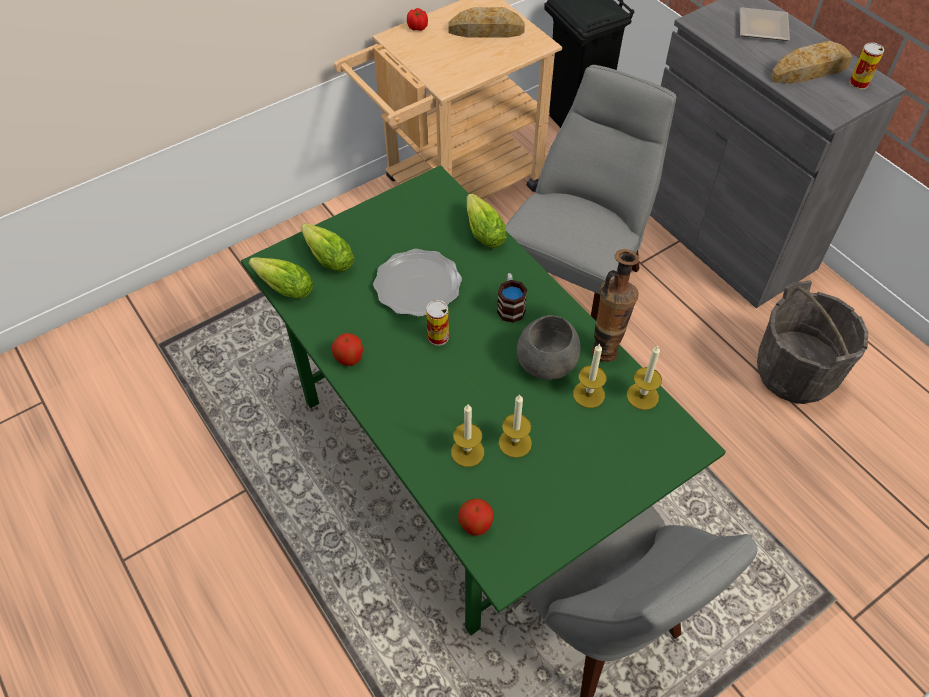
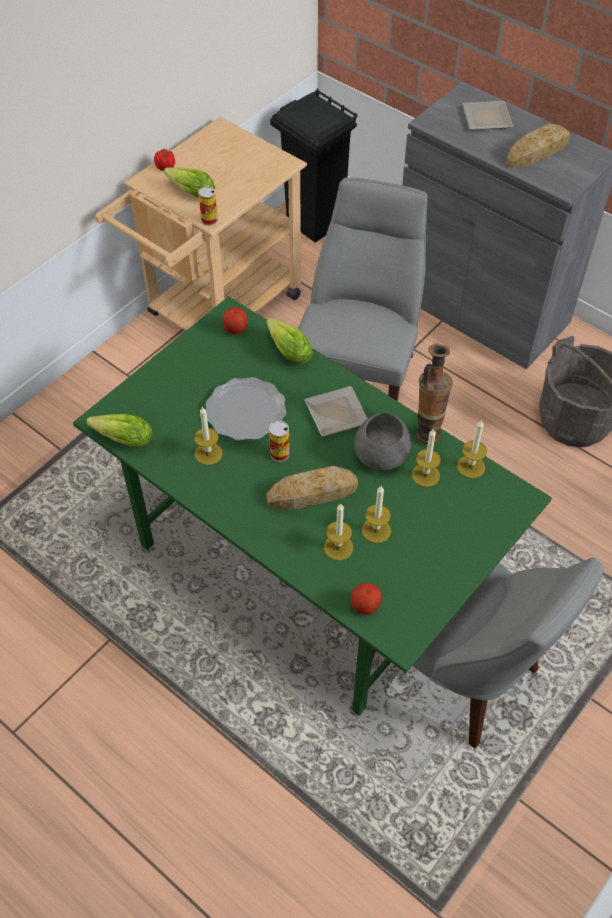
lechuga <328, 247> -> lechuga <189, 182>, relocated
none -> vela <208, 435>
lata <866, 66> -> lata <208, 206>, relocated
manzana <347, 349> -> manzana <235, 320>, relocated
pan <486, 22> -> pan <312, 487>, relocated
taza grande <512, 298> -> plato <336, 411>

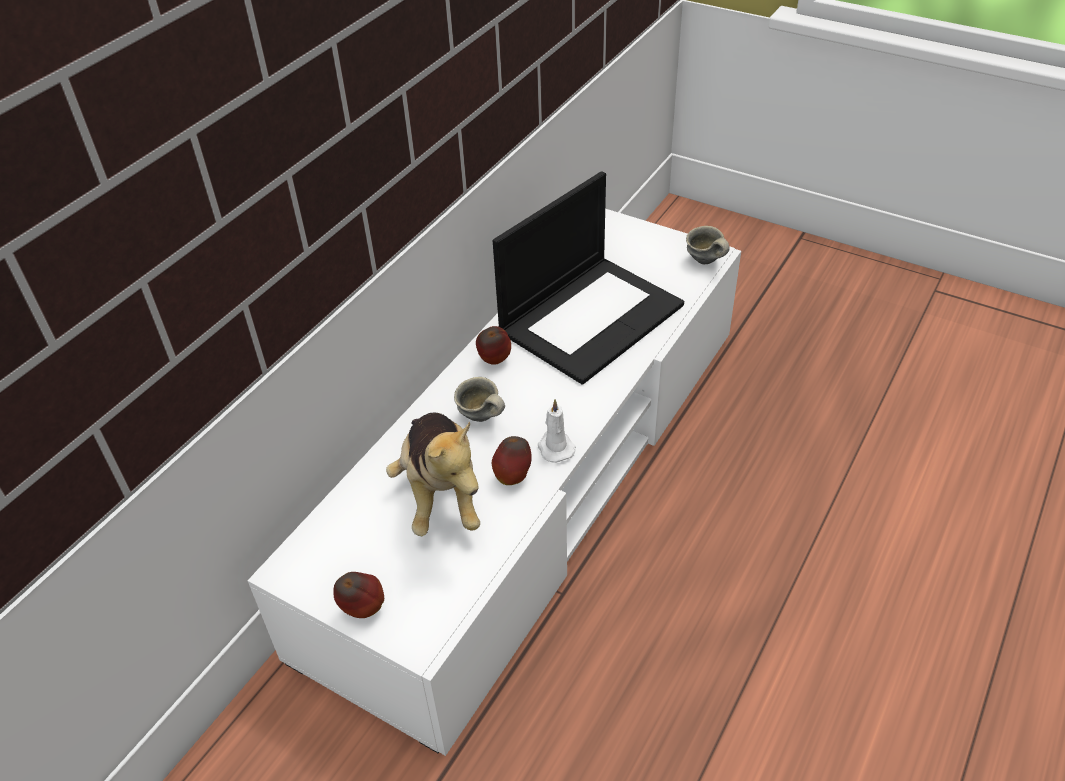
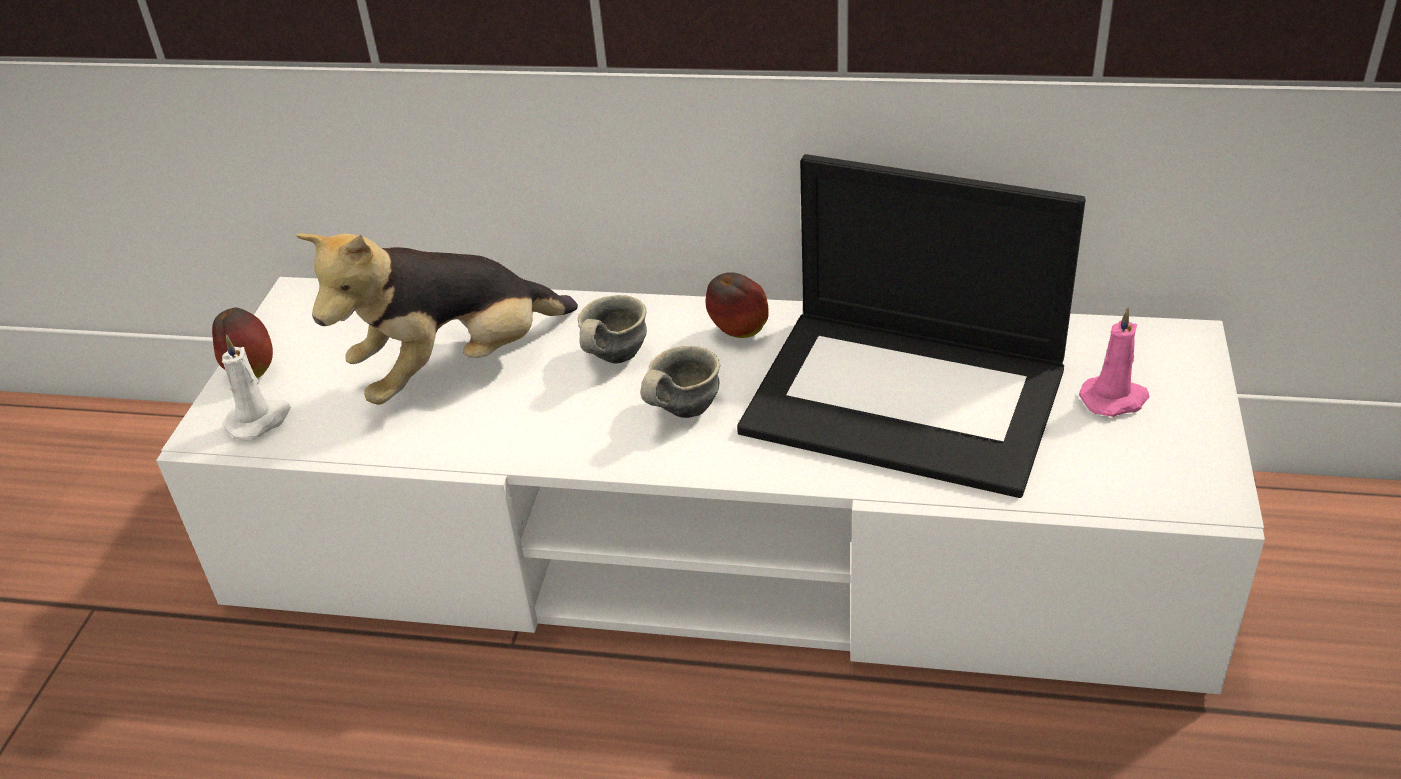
vela [blanco] <557, 431> -> vela [blanco] <256, 387>, relocated
taza grande [gris] <708, 245> -> taza grande [gris] <680, 382>, relocated
none -> vela [rosa] <1114, 362>
manzana <512, 460> -> none

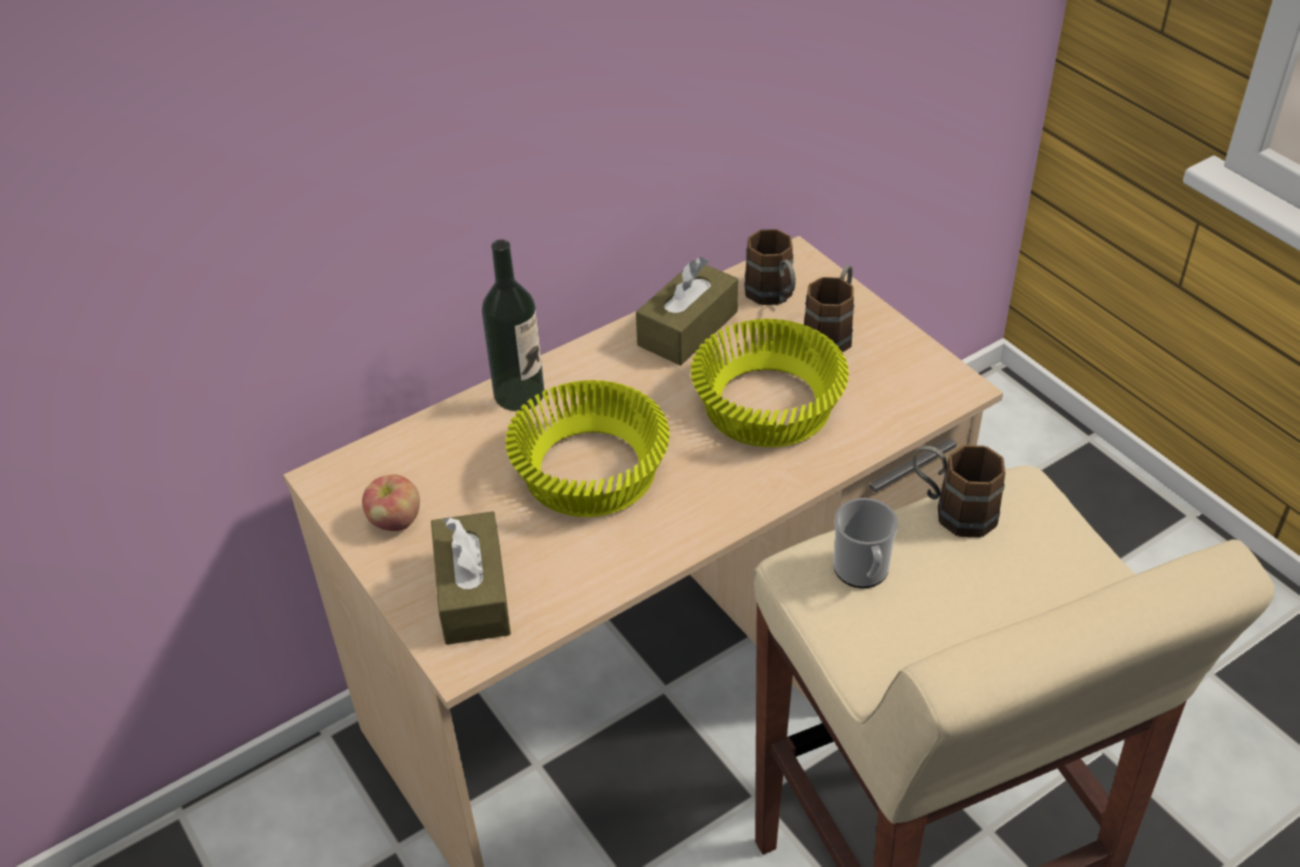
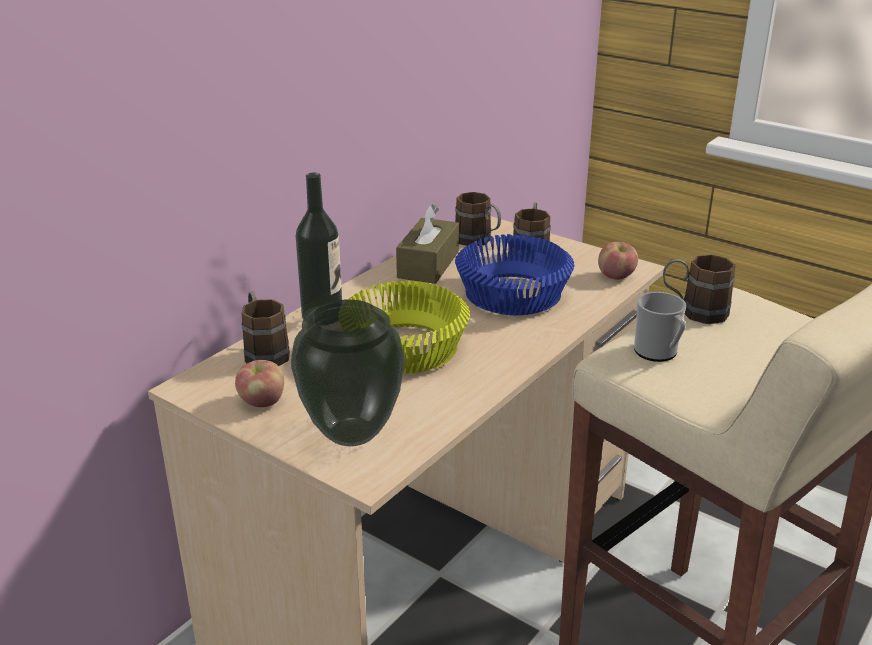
none -> taza grande [marrón] <266, 329>
caja de pañuelos [marrón] <471, 578> -> florero <348, 373>
cuenco [amarillo] <769, 383> -> cuenco [azul] <514, 274>
none -> manzana <618, 261>

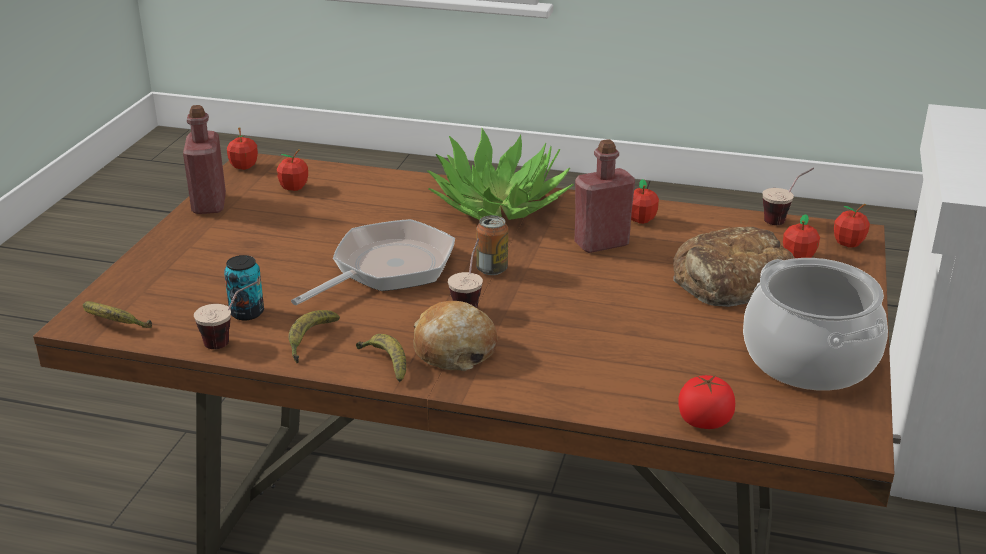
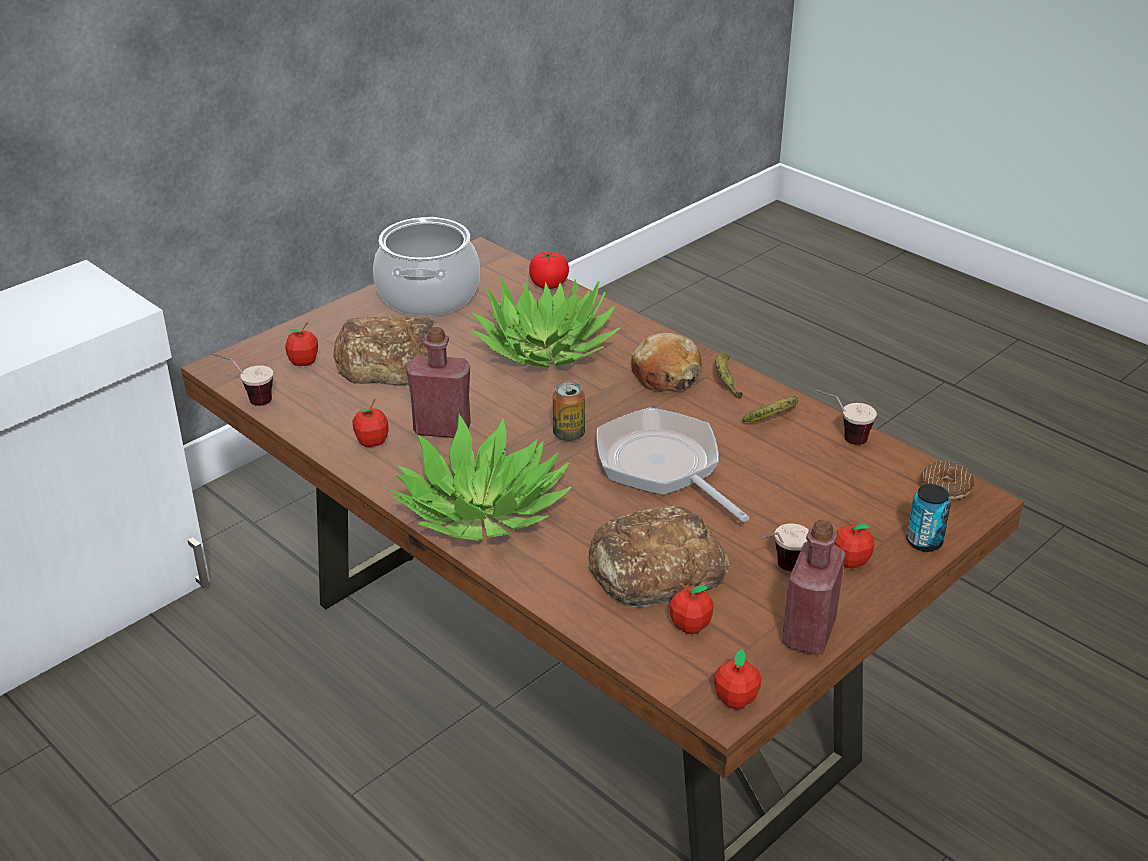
none -> planta en maceta <545, 322>
none -> pan <658, 557>
sartén <373, 262> -> sartén <672, 464>, 75 degrees clockwise
taza <465, 273> -> taza <785, 547>, relocated
manzana <852, 226> -> manzana <854, 542>, relocated
lata <244, 288> -> lata <928, 518>, relocated
plátano <117, 314> -> rosquilla <947, 480>

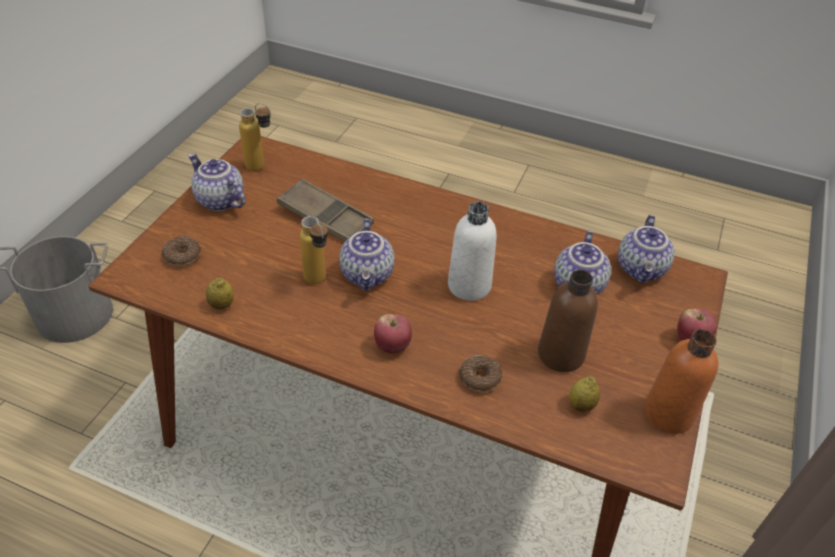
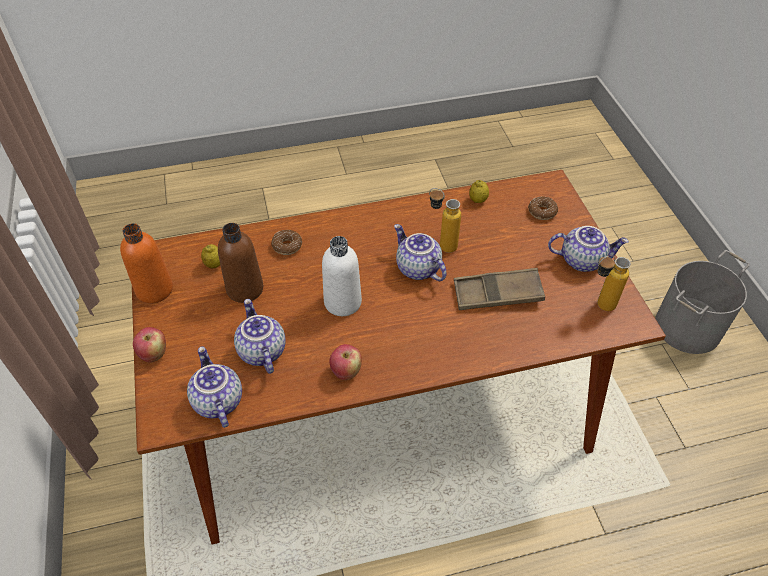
manzana <393, 334> -> manzana <345, 362>, relocated

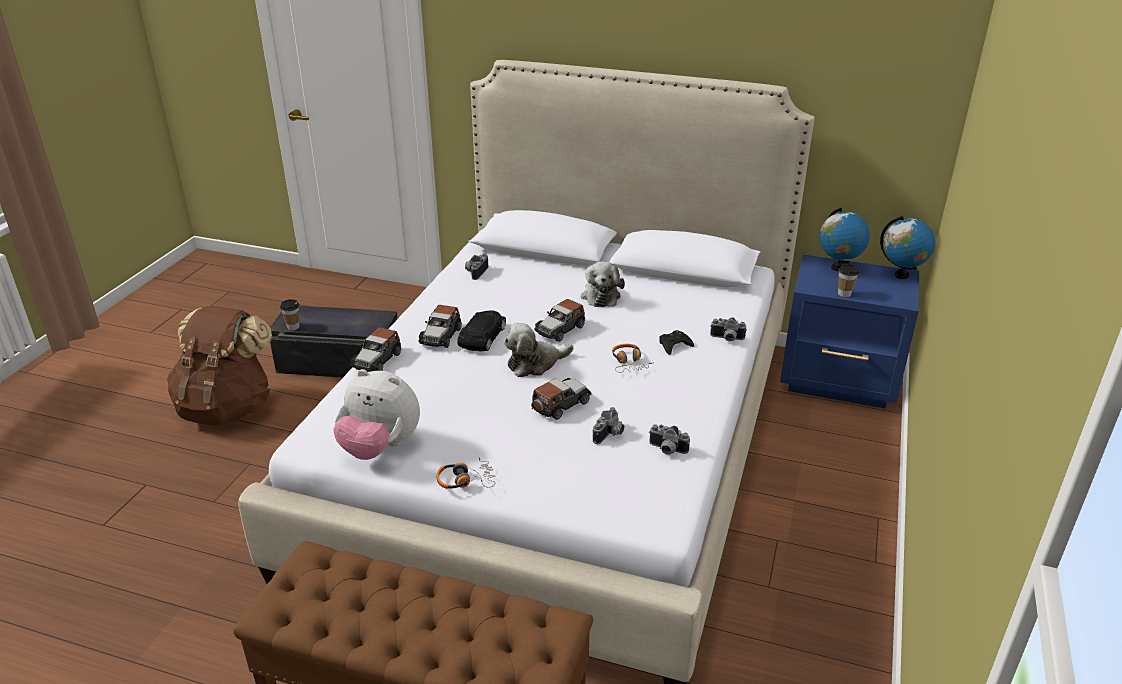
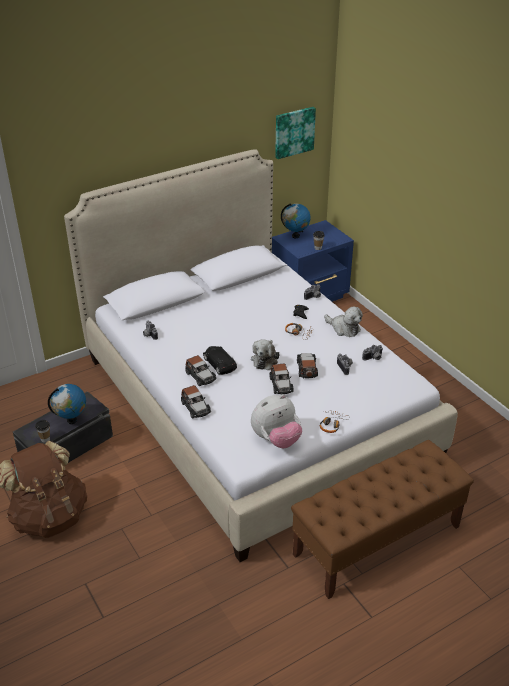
globo terráqueo <907, 247> -> globo terráqueo <67, 404>, relocated
coche de juguete <559, 320> -> coche de juguete <282, 378>, relocated
none -> cuadro <295, 133>
peluche <603, 284> -> peluche <343, 322>, relocated

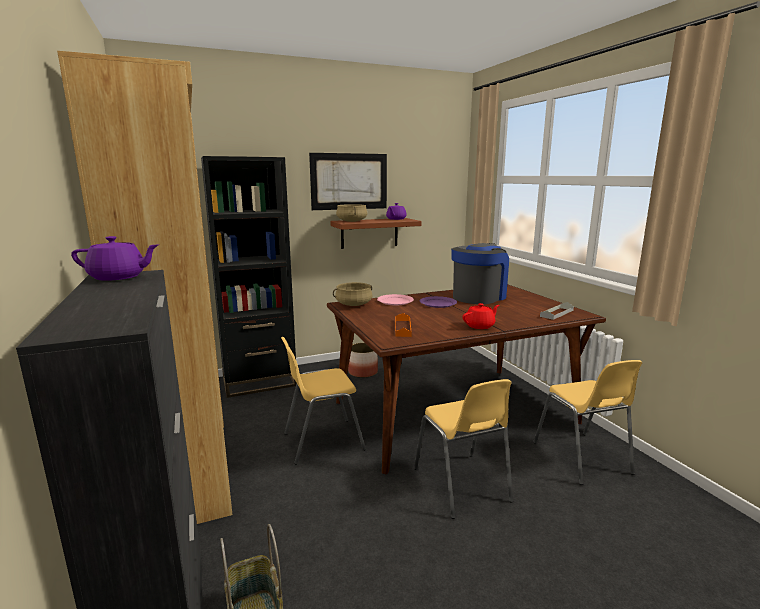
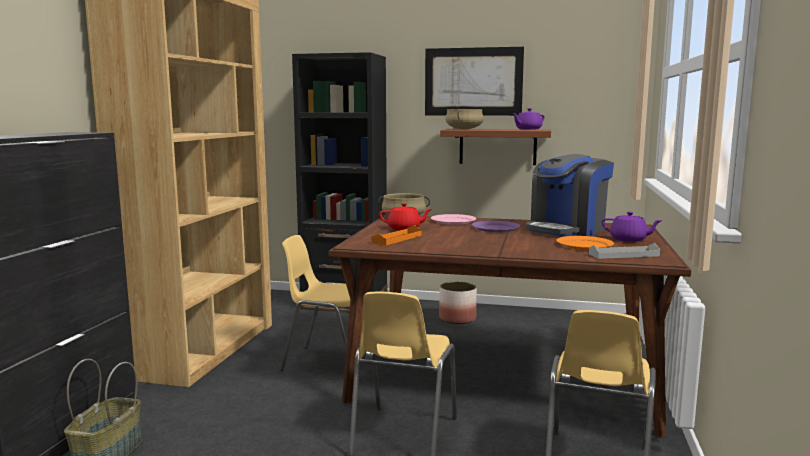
tetera [rojo] <481, 316> -> tetera [rojo] <405, 216>, relocated
cafetera <480, 273> -> cafetera <570, 195>, 150 degrees clockwise
none -> plato [naranja] <585, 243>
tetera [morado] <114, 258> -> tetera [morado] <632, 227>, relocated

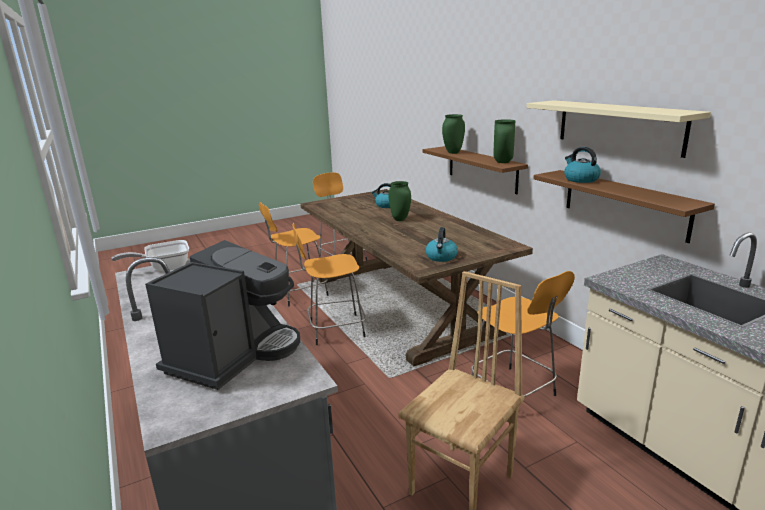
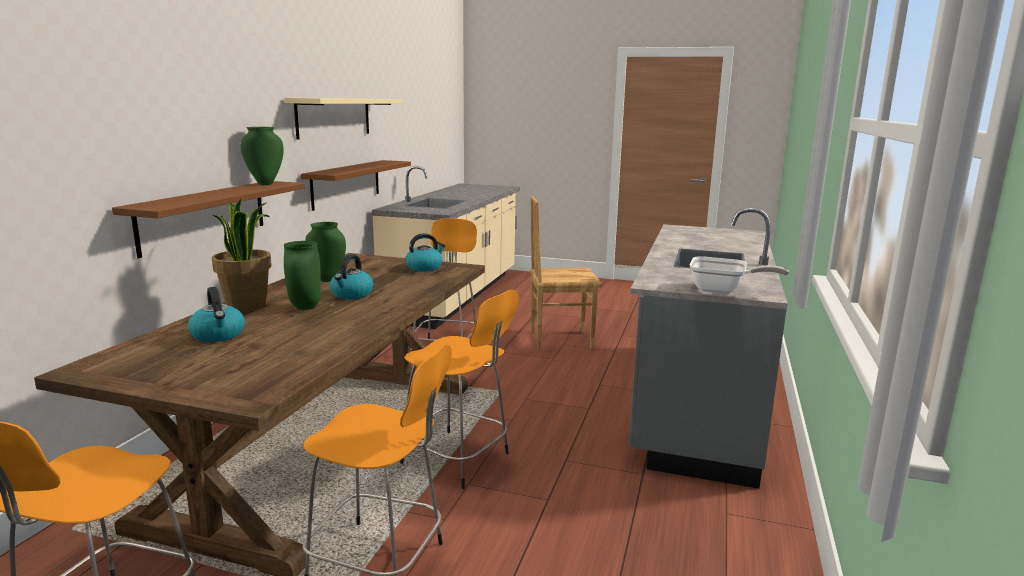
none -> planta en maceta <242, 255>
florero [verde] <453, 134> -> florero [verde] <325, 252>, relocated
hervidor <582, 165> -> hervidor <352, 276>, relocated
cafetera <222, 315> -> none

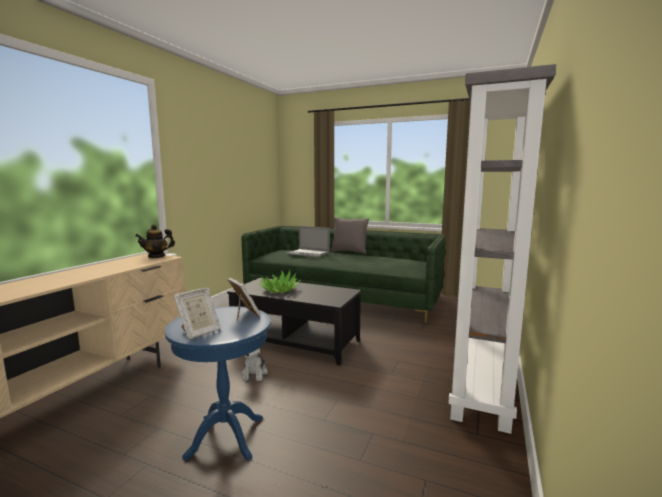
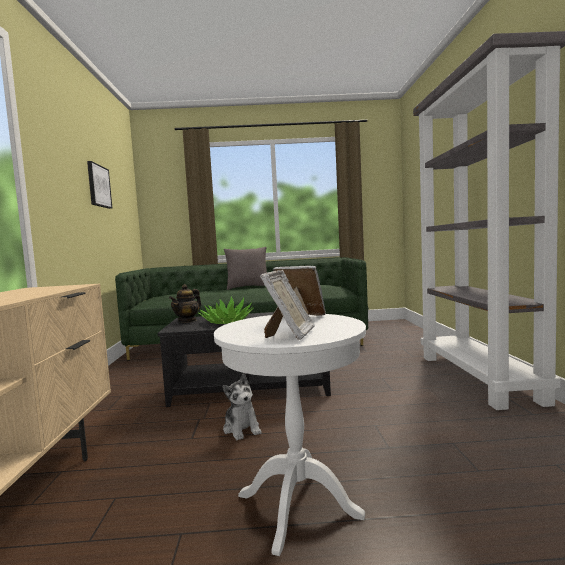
none -> cuadro <99, 185>
tetera <155, 241> -> tetera <185, 303>, relocated
mesa auxiliar [azul] <218, 383> -> mesa auxiliar [blanco] <290, 435>
portátil <308, 241> -> none

